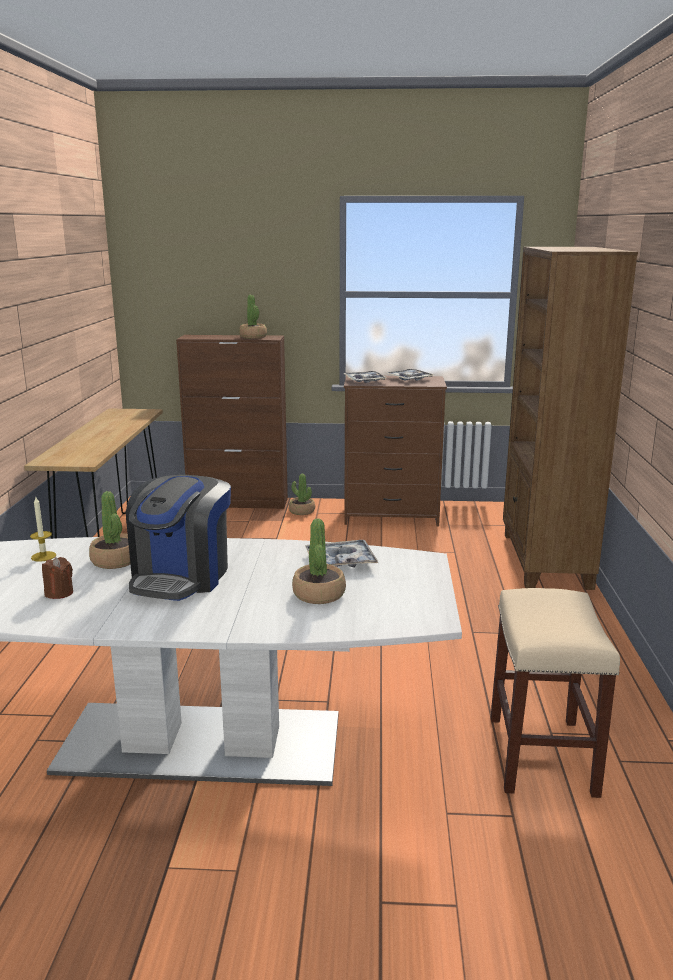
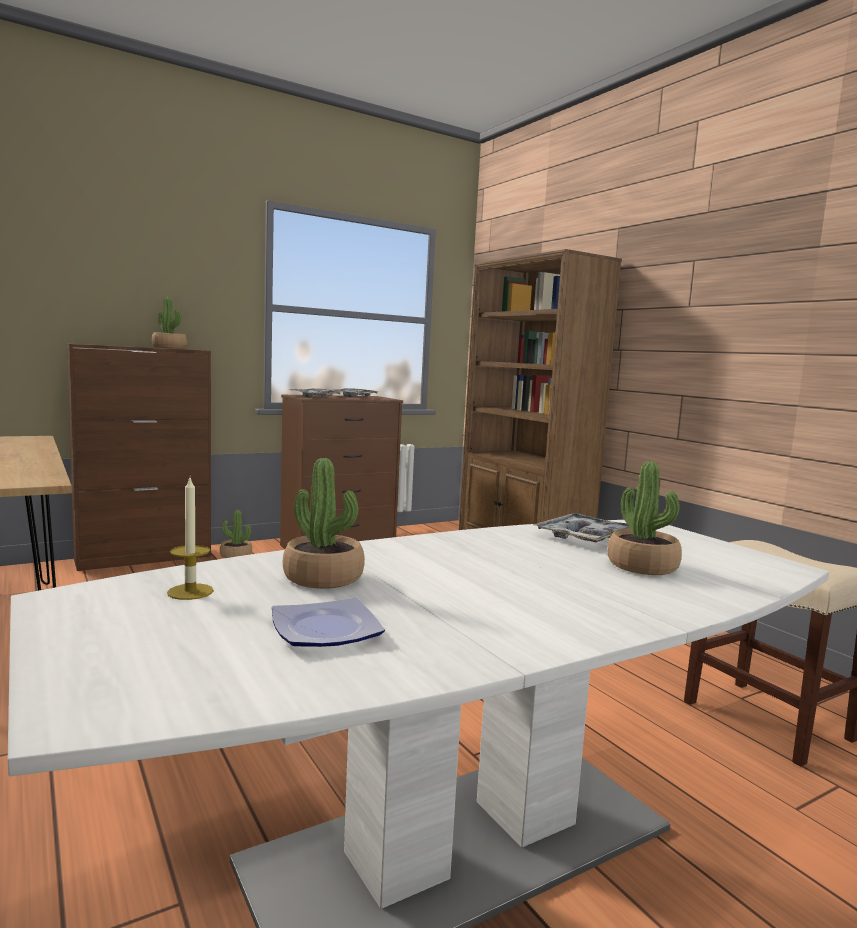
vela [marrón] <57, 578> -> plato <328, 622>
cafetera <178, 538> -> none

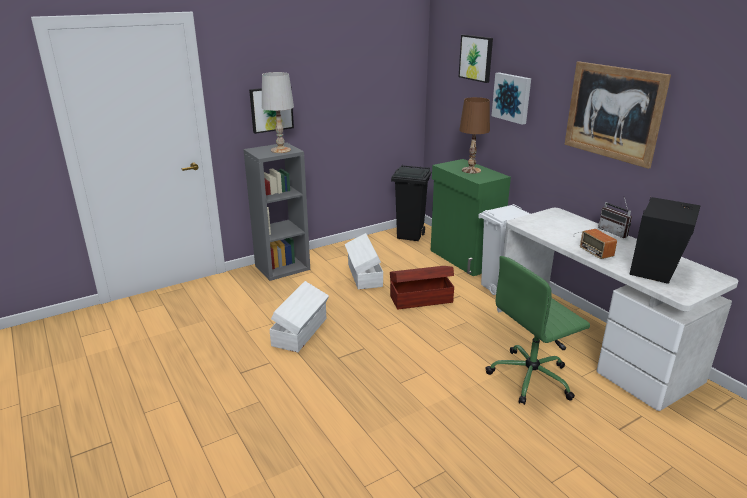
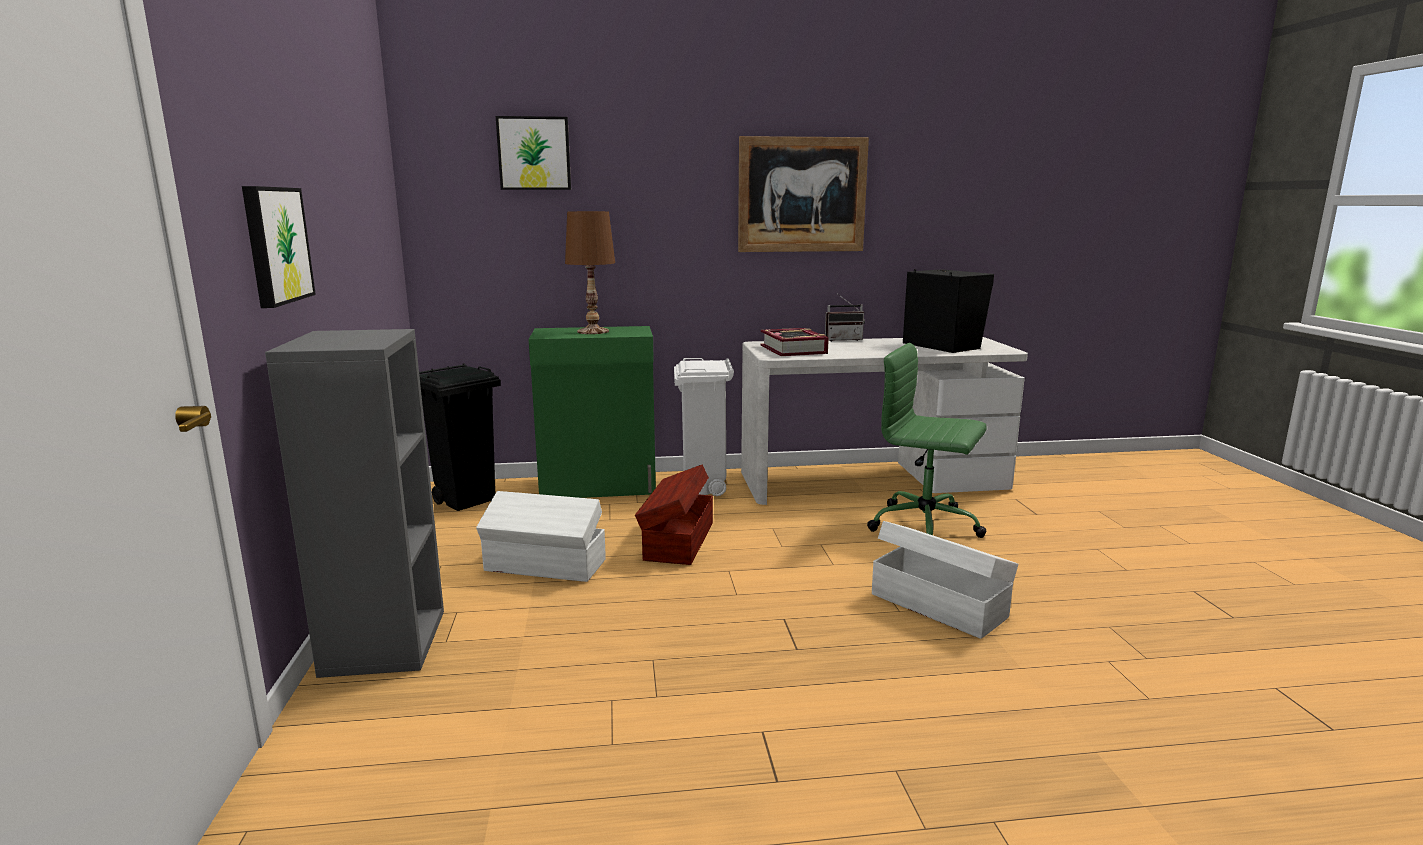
none -> libro <794, 342>
silla de oficina [verde] <537, 330> -> silla de oficina [verde] <927, 440>, 120 degrees clockwise
caja de almacenaje [blanco] <299, 316> -> caja de almacenaje [blanco] <945, 580>, relocated
lámpara de mesa [blanco] <278, 112> -> none
cuadro <511, 99> -> none
radio <595, 244> -> none

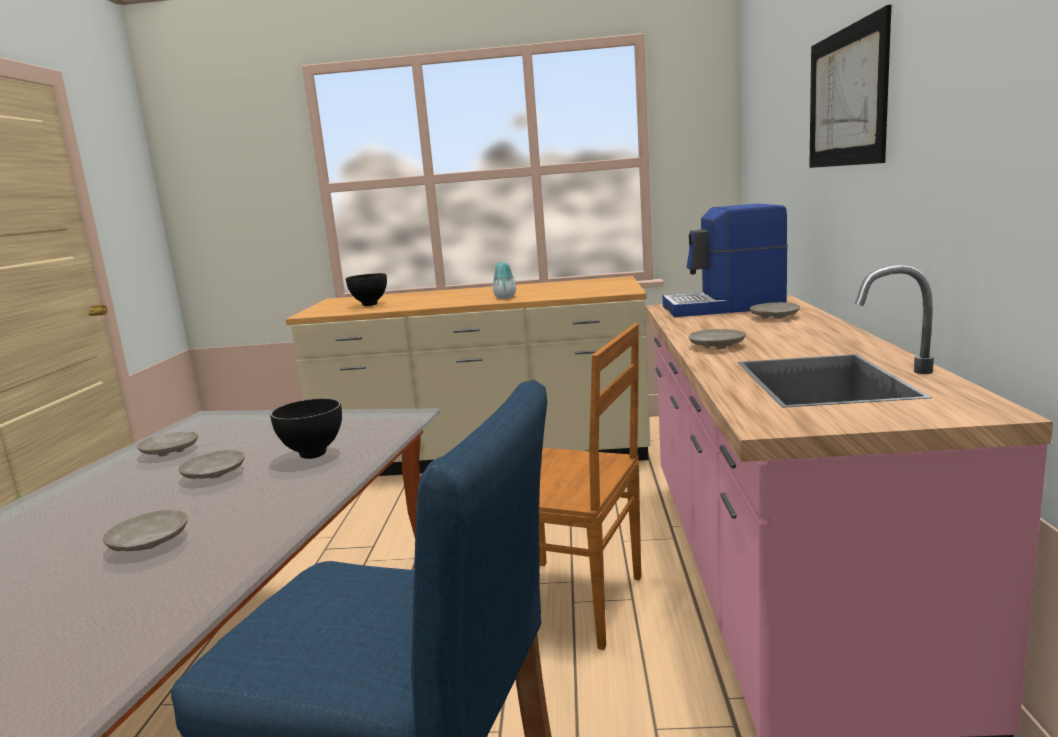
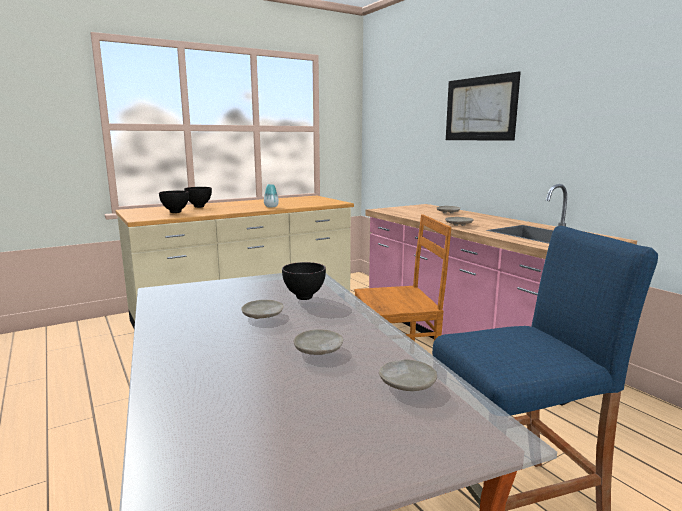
none -> cuenco [negro] <198, 197>
plato [beis] <167, 444> -> plato [beis] <408, 375>, relocated
cafetera <725, 260> -> none

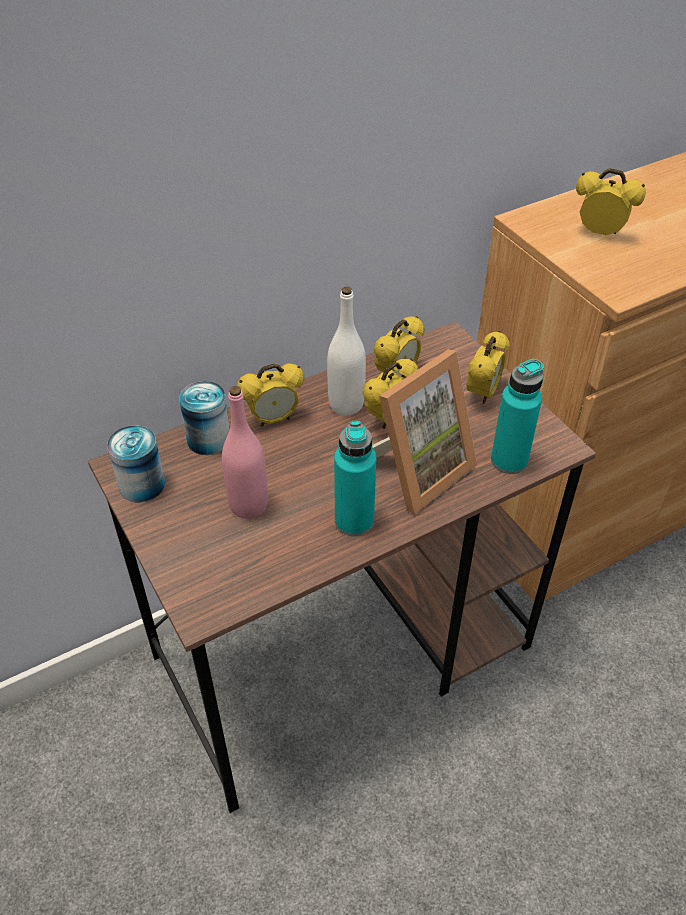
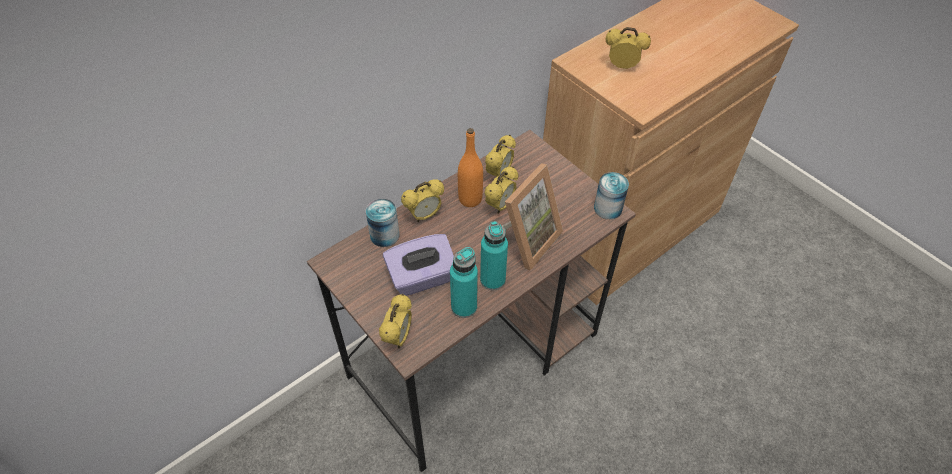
despertador <488, 367> -> despertador <395, 321>, relocated
botella [rosa] <245, 452> -> caja de pañuelos [morado] <418, 265>
botella [turquesa] <517, 416> -> botella [turquesa] <464, 282>, relocated
botella [blanco] <346, 351> -> botella [naranja] <470, 167>
lata <136, 464> -> lata <611, 195>, relocated

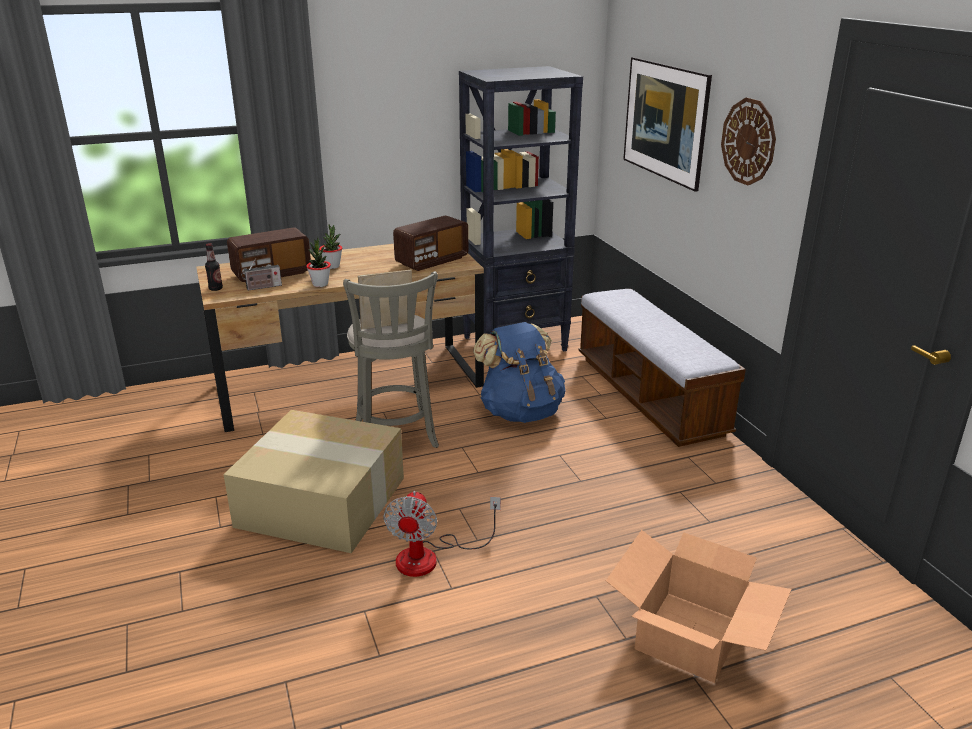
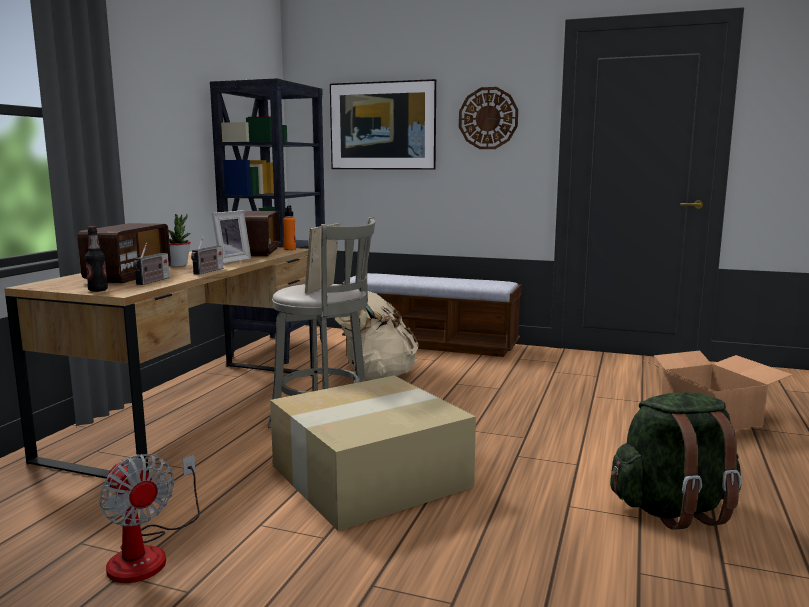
ventilador <442, 534> -> ventilador <149, 518>, relocated
planta en maceta <318, 262> -> radio <207, 255>
none -> portarretratos <231, 236>
none -> botella [naranja] <289, 227>
mochila [azul] <519, 372> -> mochila [beis] <377, 335>
none -> mochila [verde] <675, 461>

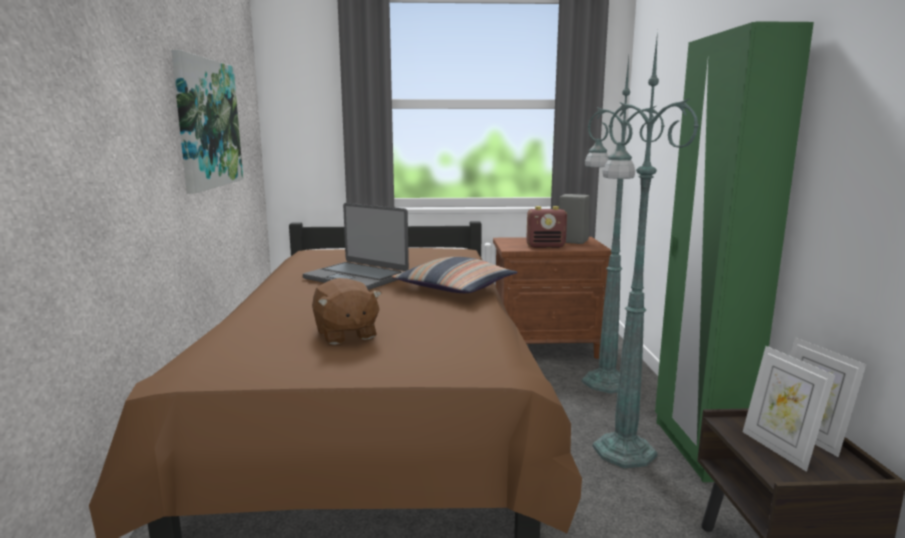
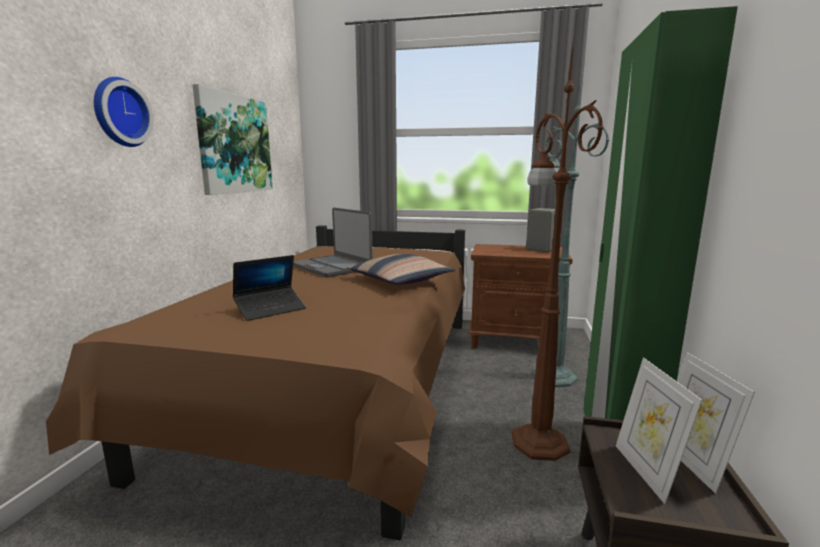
none -> reloj de pared <124, 112>
peluche [marrón] <347, 311> -> portátil <269, 288>
lámpara de pie [verde] <646, 250> -> lámpara de pie [marrón] <558, 252>
radio <546, 227> -> none

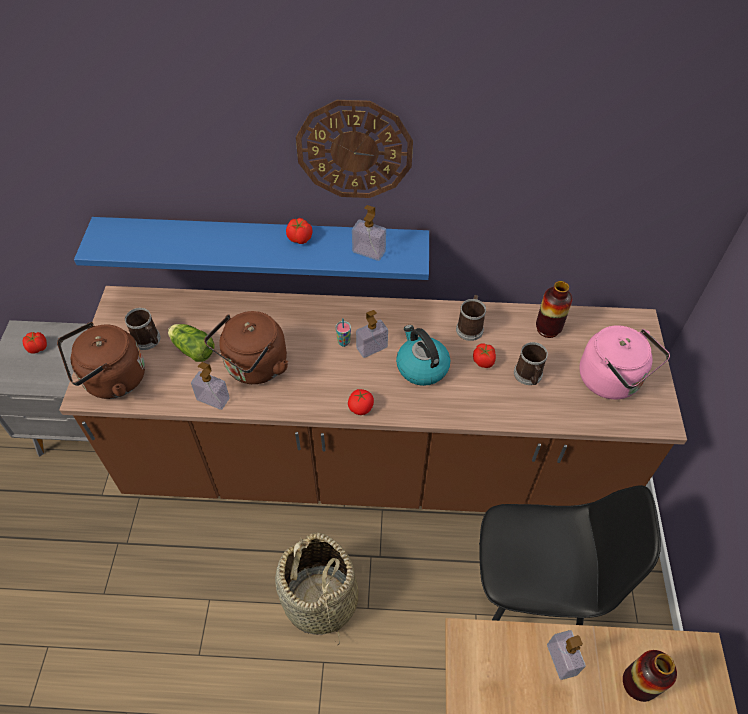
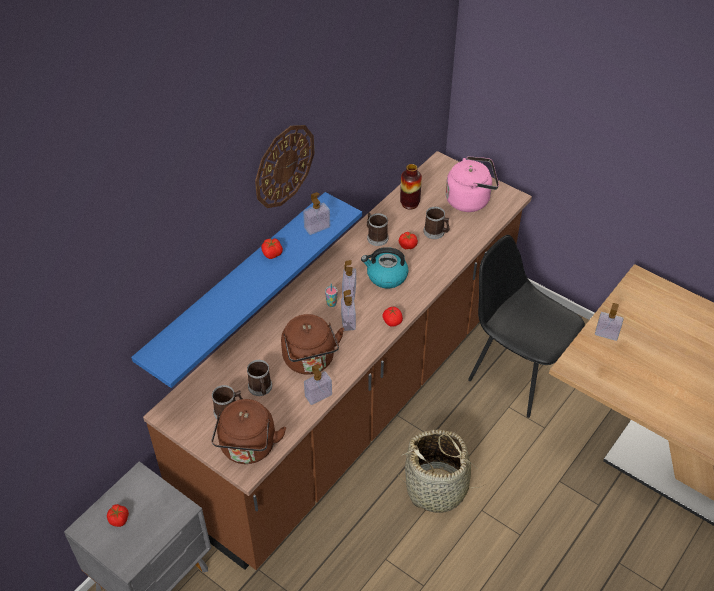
lechuga <191, 343> -> taza grande <259, 378>
none -> dispensador de jabón <348, 310>
silla [negro] <570, 555> -> silla [negro] <526, 326>, 90 degrees counterclockwise
florero <650, 676> -> none

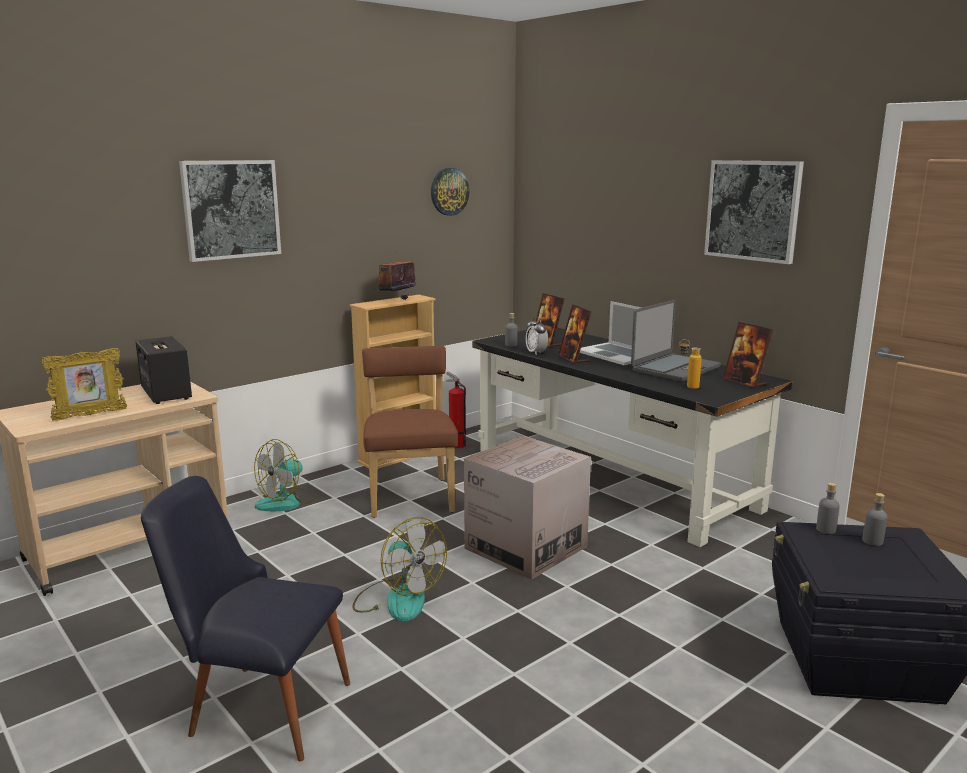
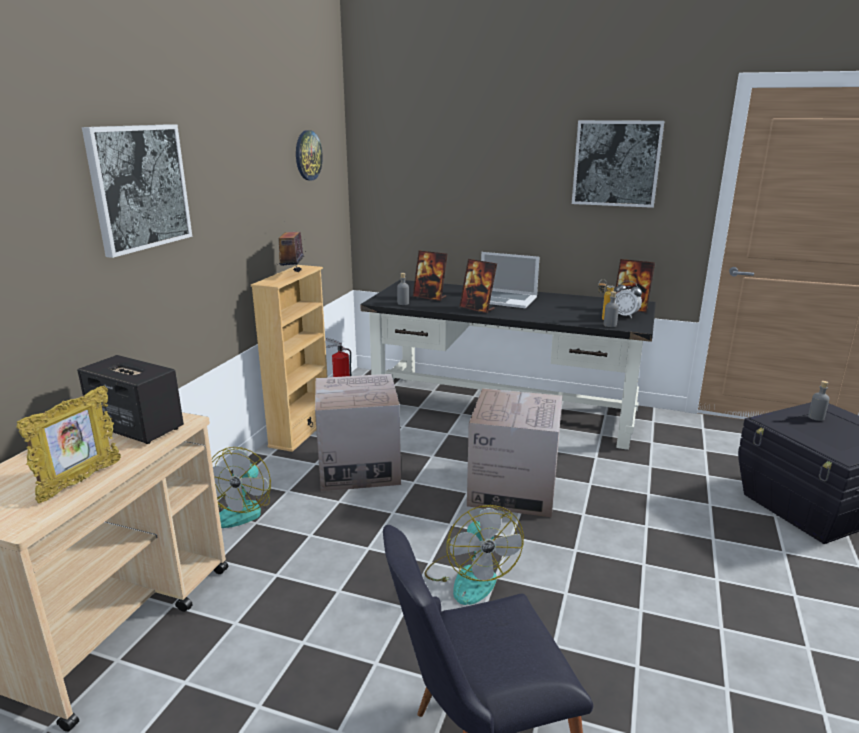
silla [marrón] <410, 432> -> caja de cartón <358, 433>
ventilador <399, 569> -> ventilador <474, 555>, 60 degrees clockwise
botella [gris] <828, 508> -> botella [gris] <611, 309>, relocated
despertador <537, 335> -> despertador <628, 299>, relocated
portátil <676, 341> -> none

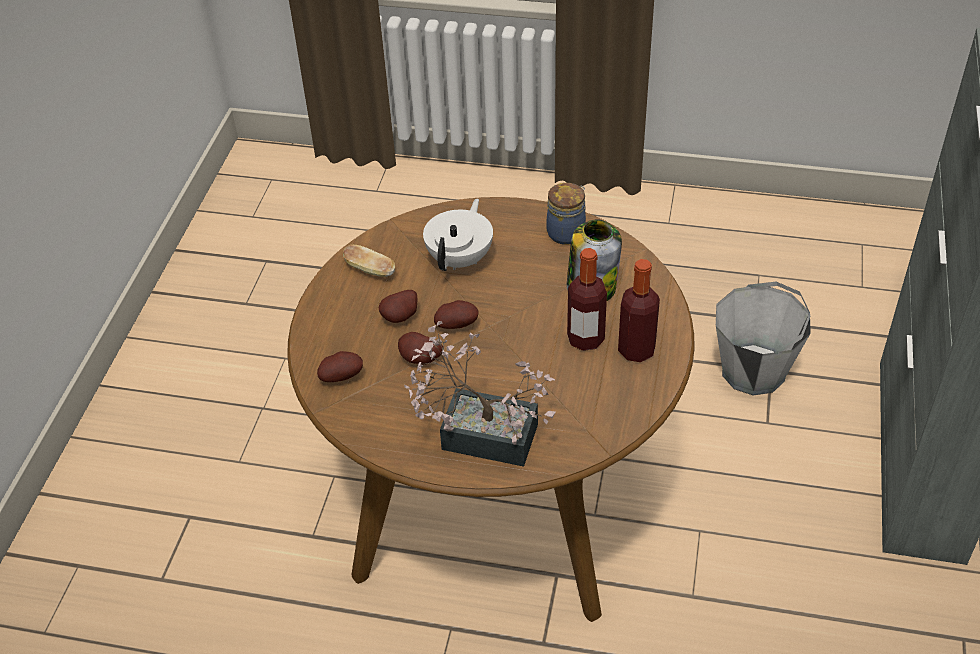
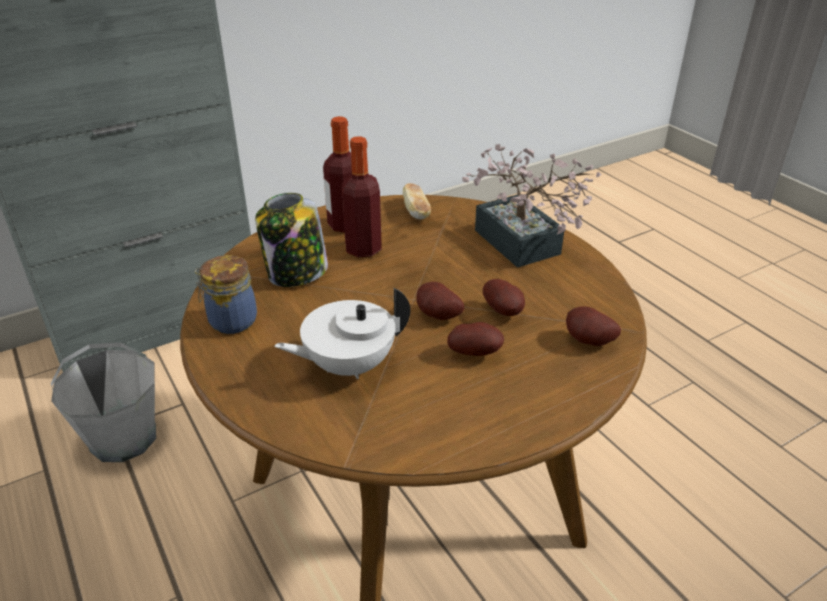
pan <369, 261> -> pan <417, 201>, relocated

